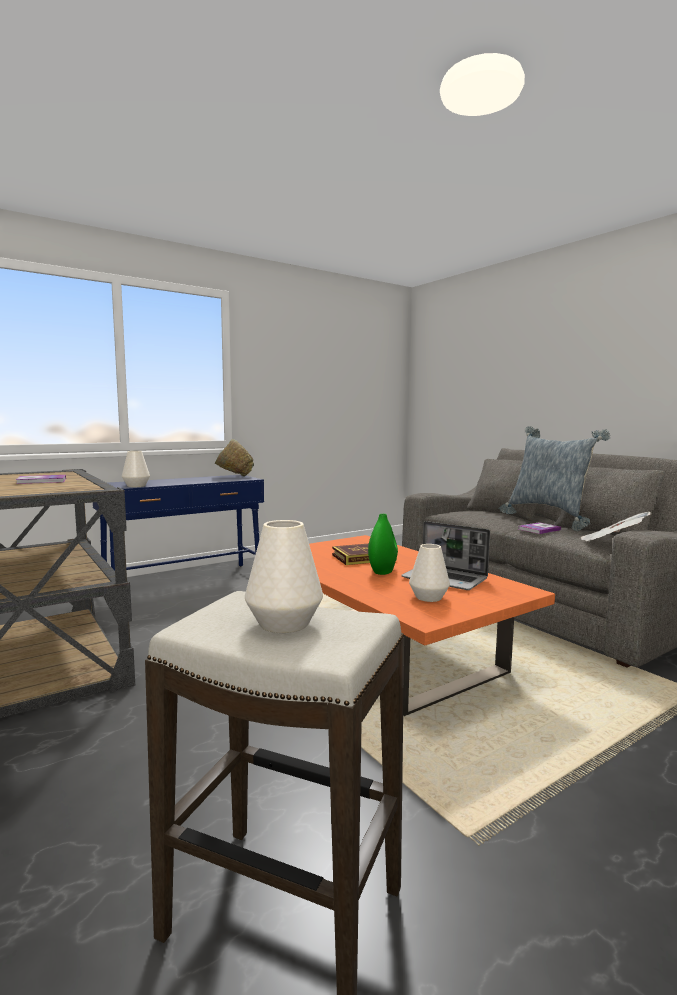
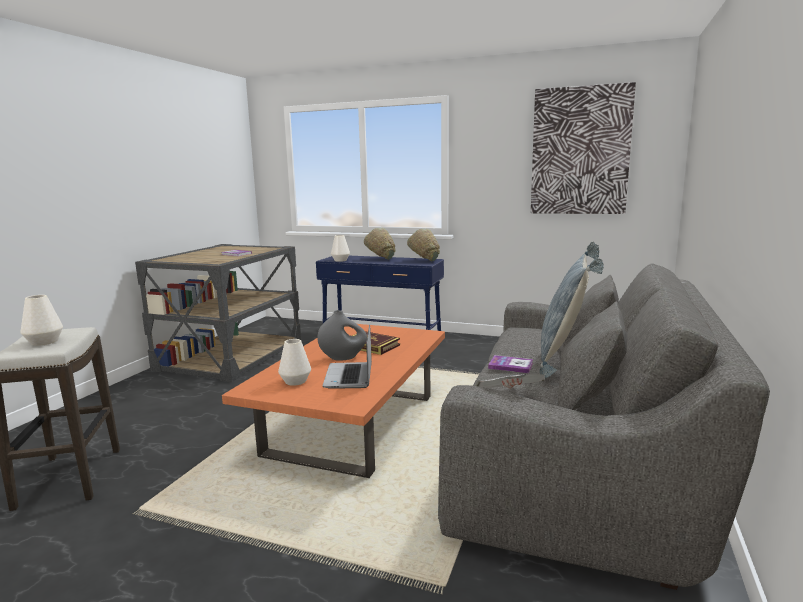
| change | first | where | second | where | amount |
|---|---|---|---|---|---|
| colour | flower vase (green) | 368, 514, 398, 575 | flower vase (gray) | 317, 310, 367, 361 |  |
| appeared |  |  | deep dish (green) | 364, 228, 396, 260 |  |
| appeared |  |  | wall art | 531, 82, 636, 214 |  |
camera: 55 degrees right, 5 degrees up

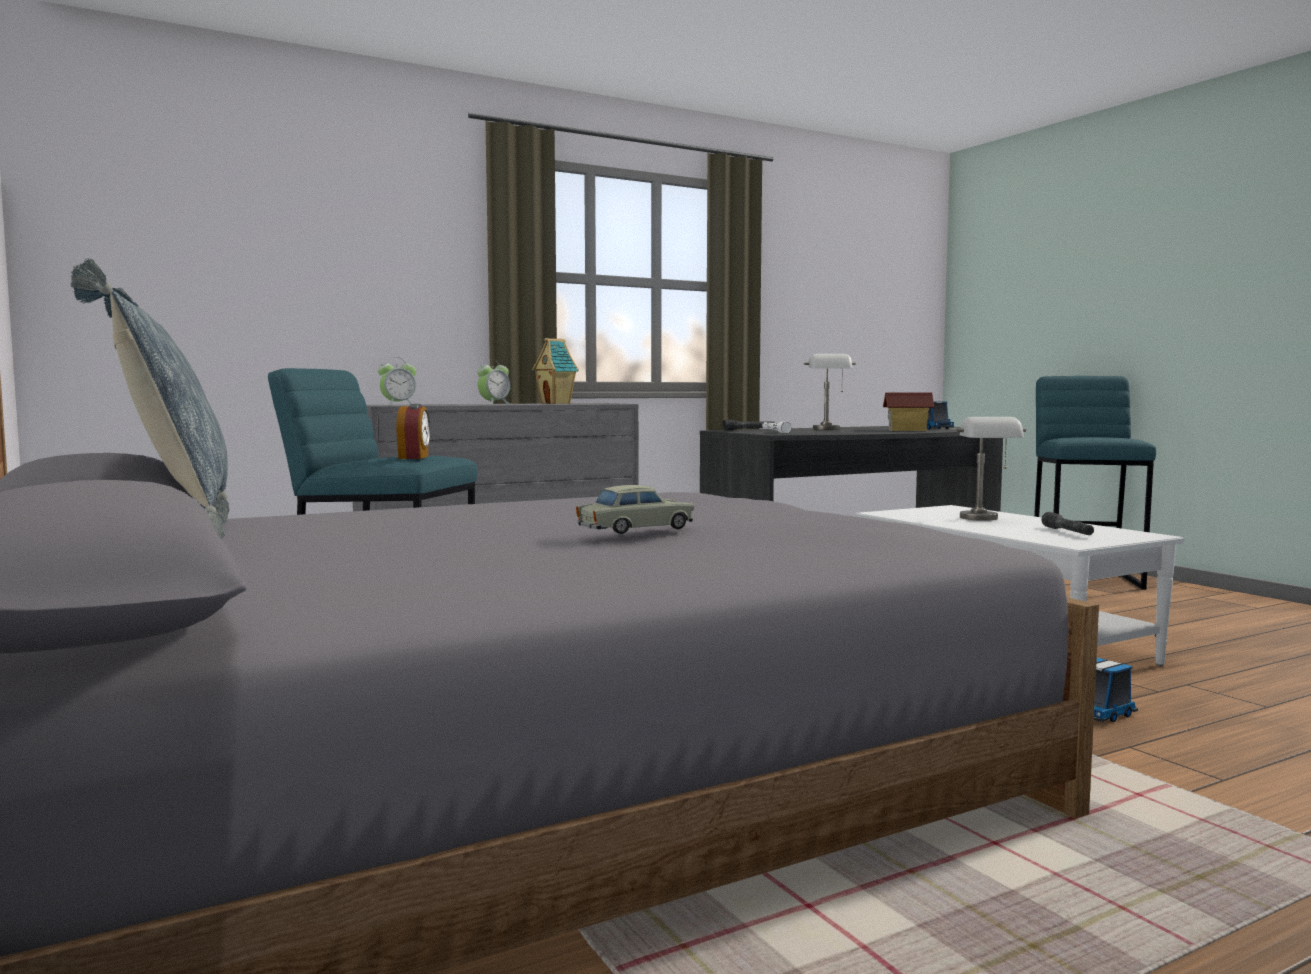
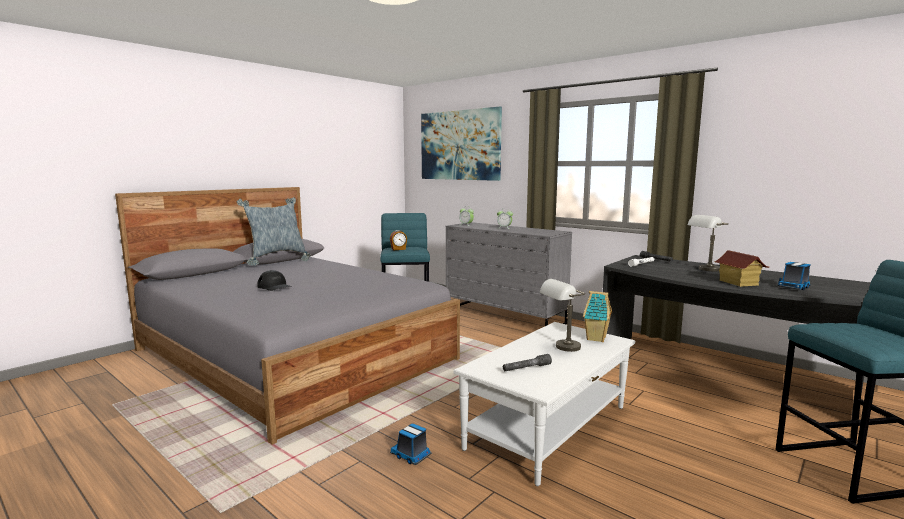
| change | first | where | second | where | amount |
|---|---|---|---|---|---|
| relocated | toy house | 532, 338, 579, 404 |  | 583, 291, 612, 342 |  |
| exchanged | model car (sand-coloured) | 576, 485, 694, 534 | baseball cap (black-coloured) | 257, 270, 292, 291 |  |
| appeared |  |  | wall art | 421, 107, 502, 181 |  |
camera: 70 degrees right, 5 degrees up

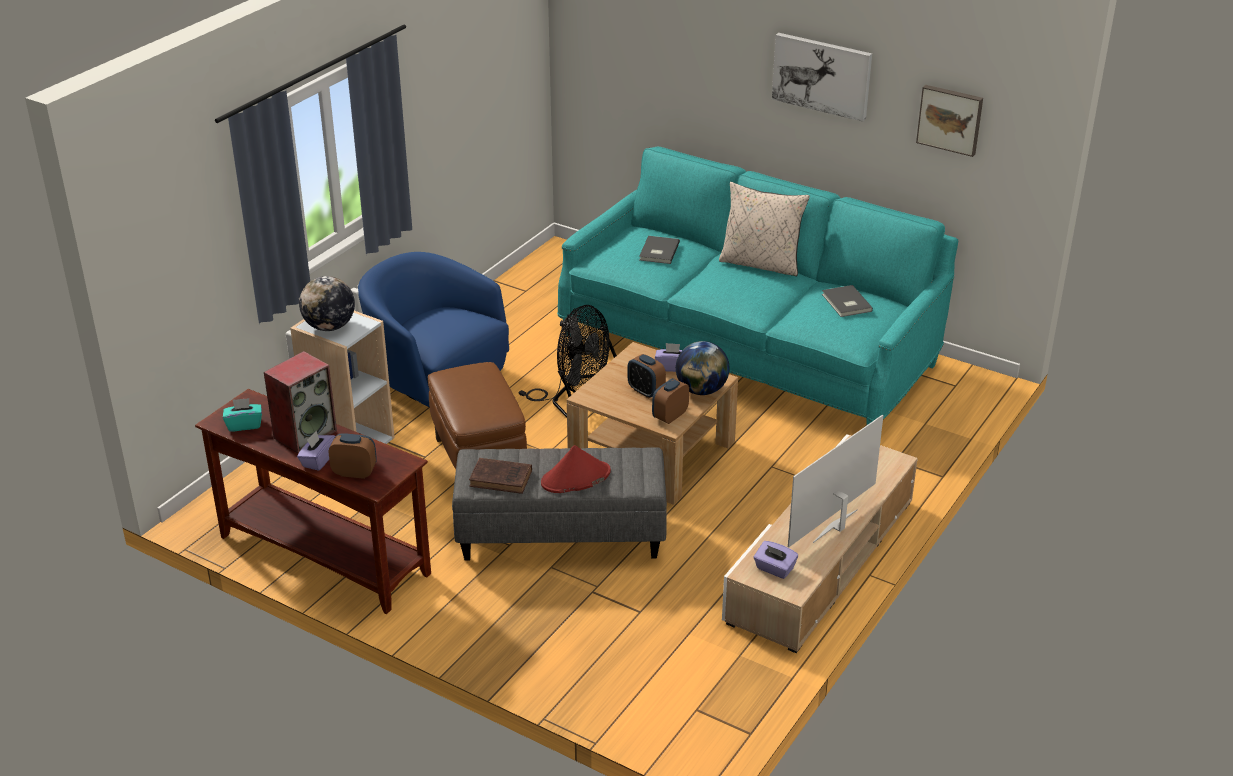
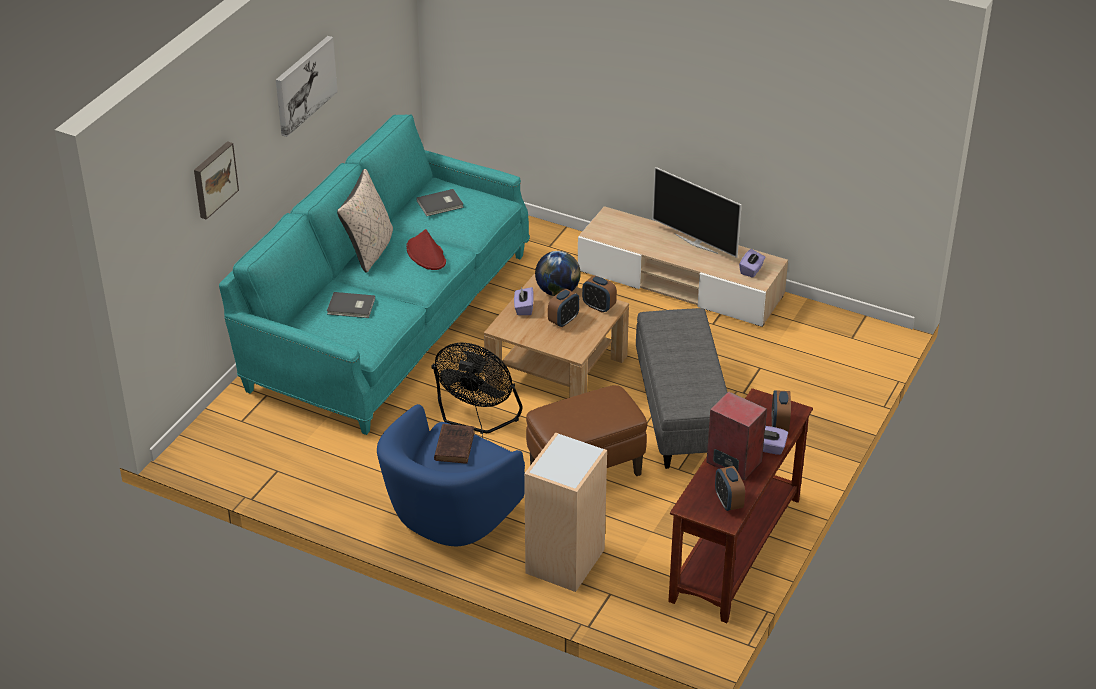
| change | first | where | second | where | amount |
|---|---|---|---|---|---|
| exchanged | tissue holder (blue-green) | 223, 398, 262, 432 | bedside clock | 715, 466, 745, 511 |  |
| missing | desk globe | 299, 276, 355, 331 |  |  |  |
| relocated | book (brown-coloured) | 469, 458, 532, 494 |  | 434, 424, 475, 464 |  |
| relocated | clothing hat (red) | 541, 445, 611, 493 |  | 406, 229, 446, 270 |  |
| relocated | wall art | 916, 85, 983, 157 |  | 194, 141, 239, 220 |  |
camera: 95 degrees left, 5 degrees up

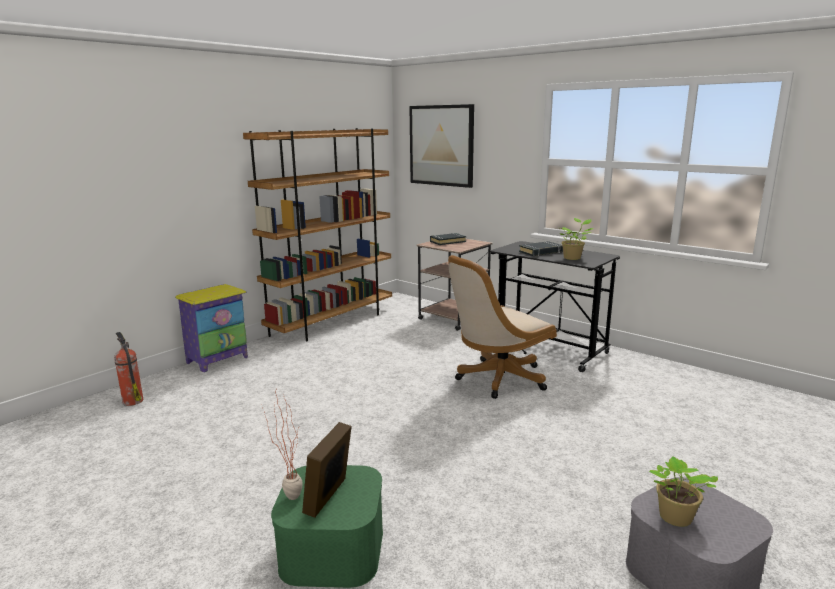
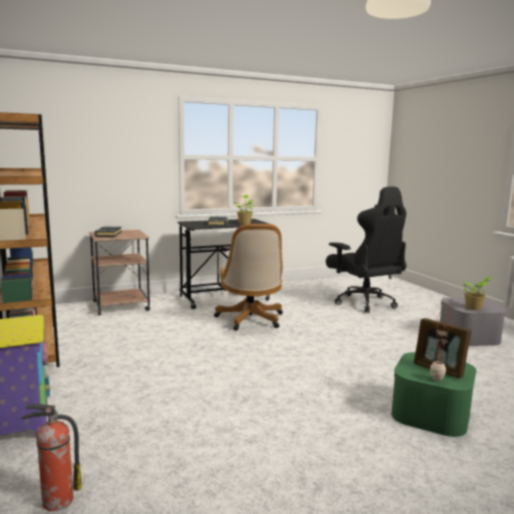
| change | first | where | second | where | amount |
|---|---|---|---|---|---|
| missing | wall art | 409, 104, 474, 188 |  |  |  |
| appeared |  |  | computer chair (black-coloured) | 326, 187, 406, 313 |  |
camera: 65 degrees left, 5 degrees down

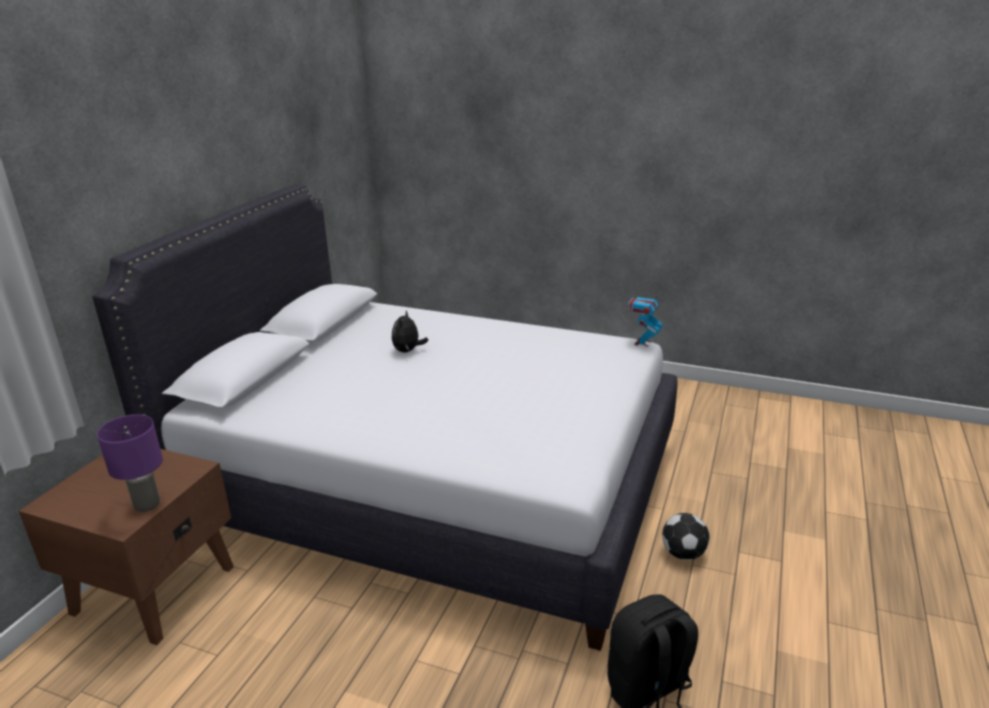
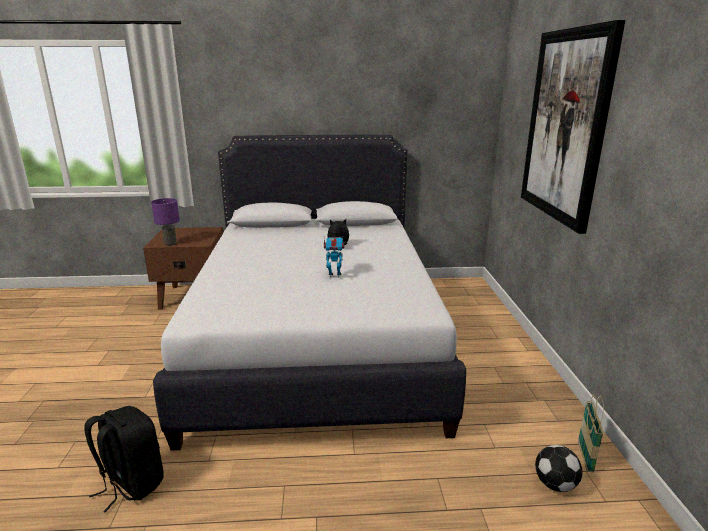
| change | first | where | second | where | amount |
|---|---|---|---|---|---|
| relocated | robot figure | 627, 293, 663, 346 |  | 324, 237, 344, 278 |  |
| relocated | football ball | 662, 513, 710, 560 |  | 535, 445, 583, 492 |  |
| appeared |  |  | wall art | 521, 20, 625, 234 |  |
| appeared |  |  | household basket | 578, 395, 604, 473 |  |
camera: 65 degrees right, 5 degrees down

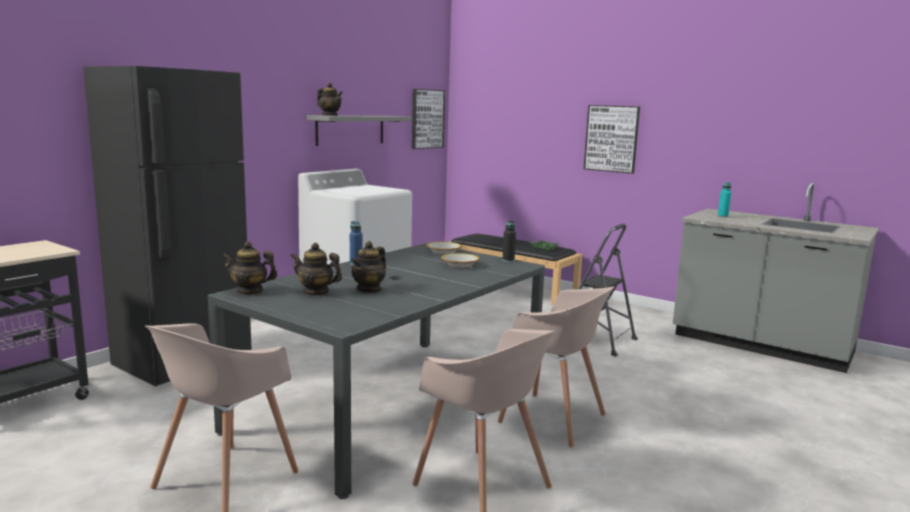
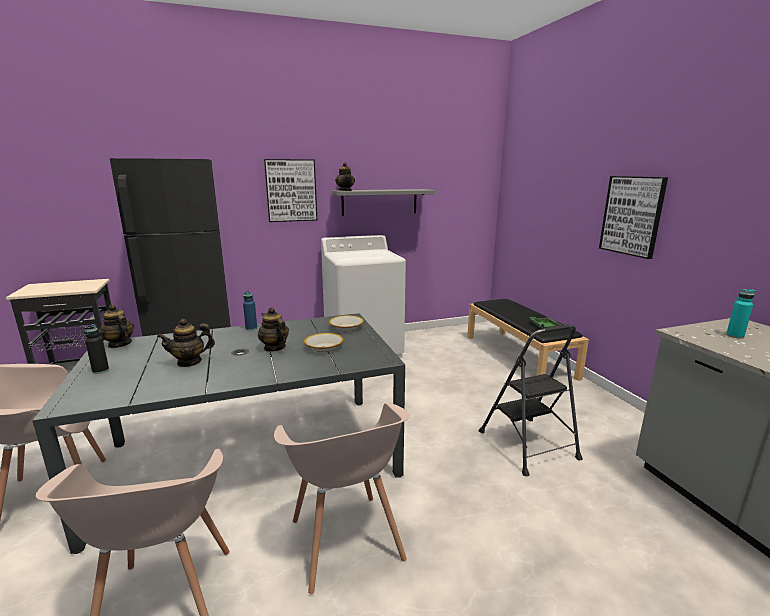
| change | first | where | second | where | amount |
|---|---|---|---|---|---|
| relocated | pot for tea | 291, 243, 342, 296 |  | 258, 307, 289, 352 |  |
| relocated | wall art | 412, 89, 445, 149 |  | 264, 159, 317, 222 |  |
| relocated | beverage bottle (black-coloured) | 502, 220, 516, 262 |  | 84, 325, 109, 374 |  |
camera: 35 degrees right, 5 degrees up

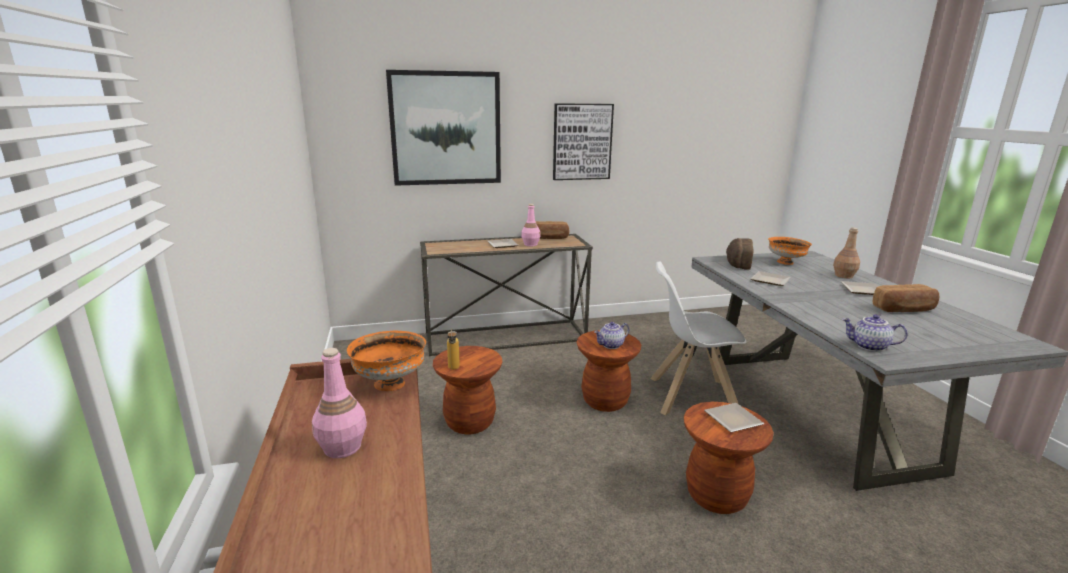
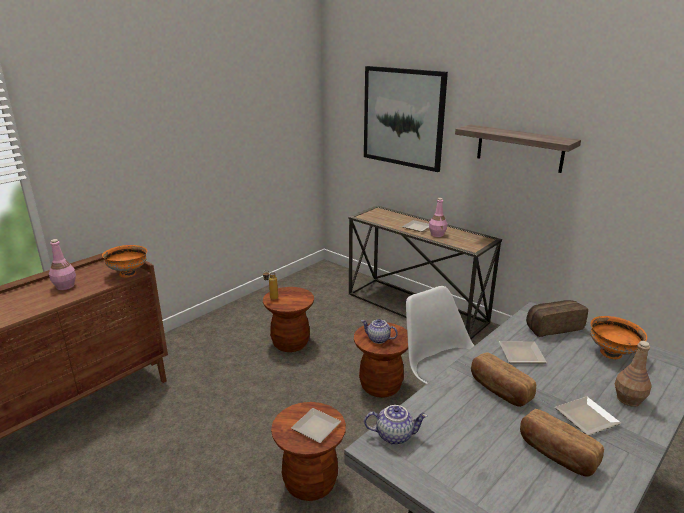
| change | first | where | second | where | amount |
|---|---|---|---|---|---|
| relocated | bakery bread | 536, 221, 569, 239 |  | 471, 352, 536, 407 |  |
| exchanged | wall art | 553, 103, 614, 180 | bracket shelf | 455, 125, 581, 173 |  |
| spun | pot for tea | 842, 314, 908, 352 |  | 364, 405, 428, 445 | 105 degrees clockwise |
camera: 55 degrees right, 5 degrees up

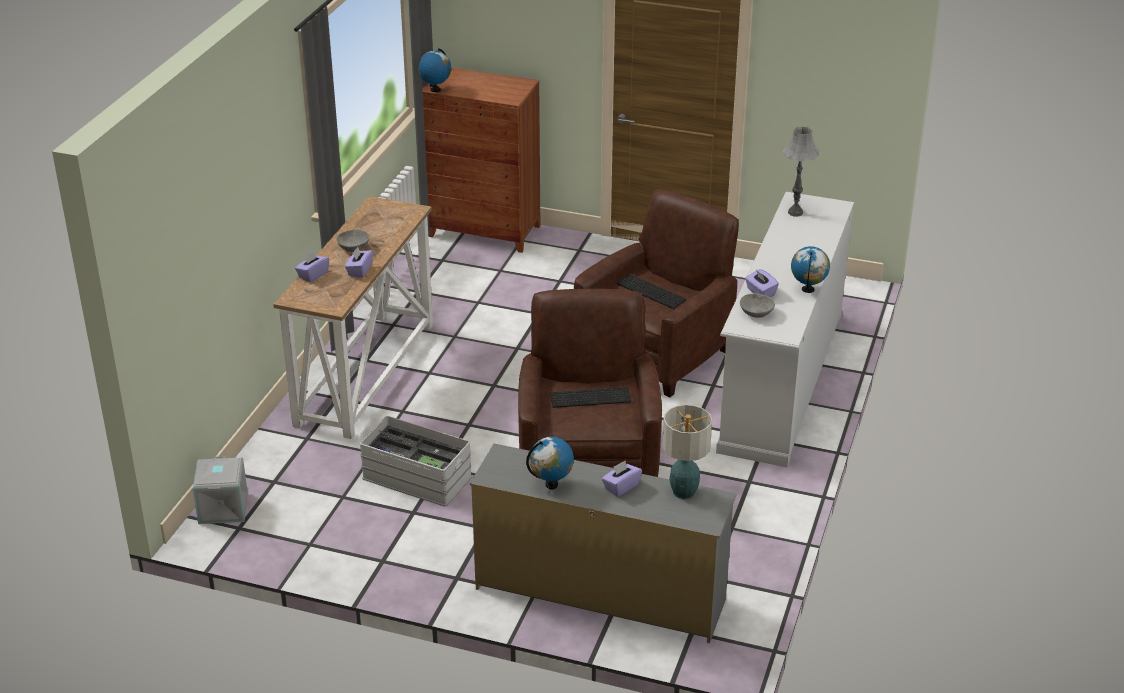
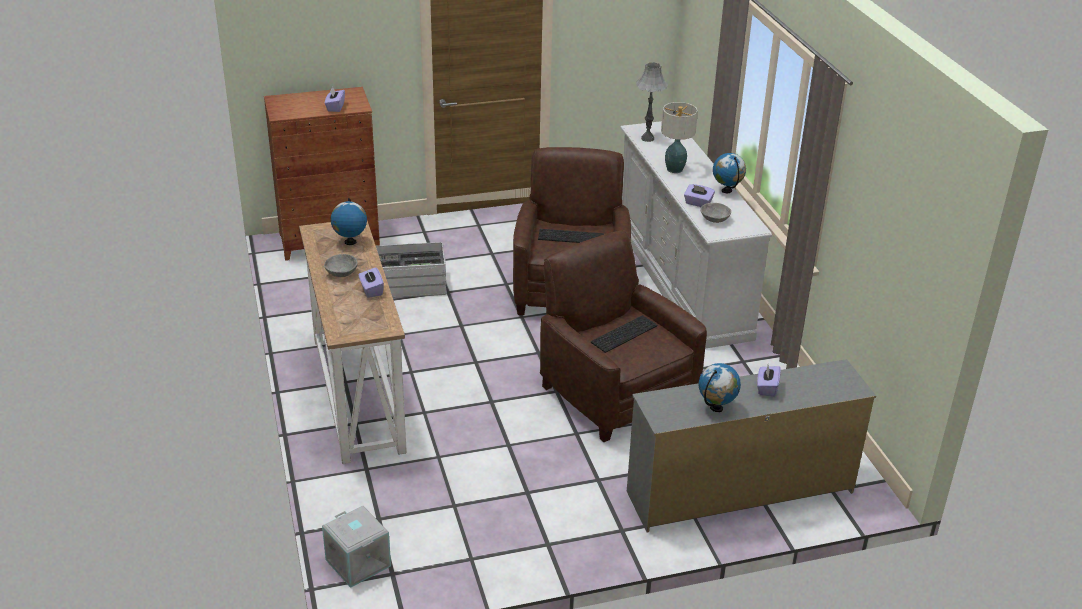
| change | first | where | second | where | amount |
|---|---|---|---|---|---|
| relocated | tissue holder (purple-coloured) | 295, 251, 329, 282 |  | 325, 87, 345, 112 |  |
| relocated | storage box (gray) | 360, 416, 472, 506 |  | 376, 242, 447, 298 |  |
| relocated | desk globe | 419, 48, 451, 92 |  | 330, 198, 367, 245 |  |
| relocated | lamp for a table | 662, 404, 712, 499 |  | 661, 102, 698, 173 |  |
camera: 35 degrees left, 0 degrees up

